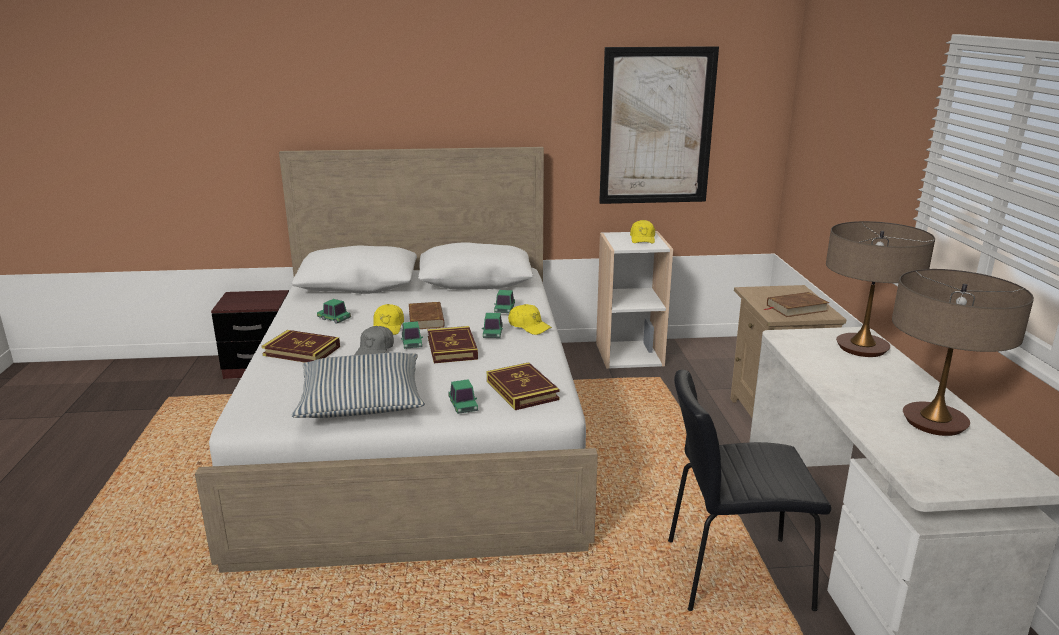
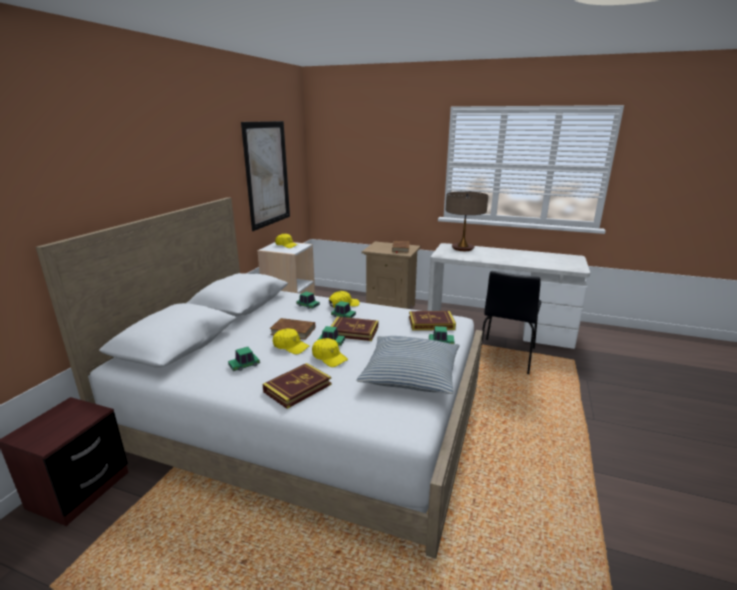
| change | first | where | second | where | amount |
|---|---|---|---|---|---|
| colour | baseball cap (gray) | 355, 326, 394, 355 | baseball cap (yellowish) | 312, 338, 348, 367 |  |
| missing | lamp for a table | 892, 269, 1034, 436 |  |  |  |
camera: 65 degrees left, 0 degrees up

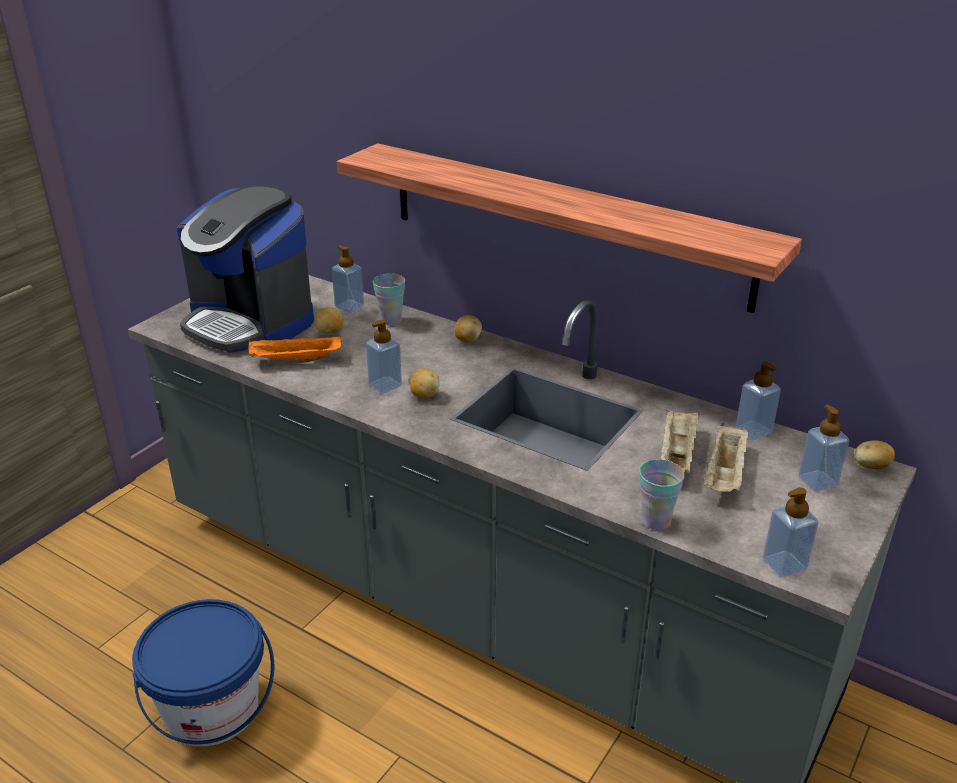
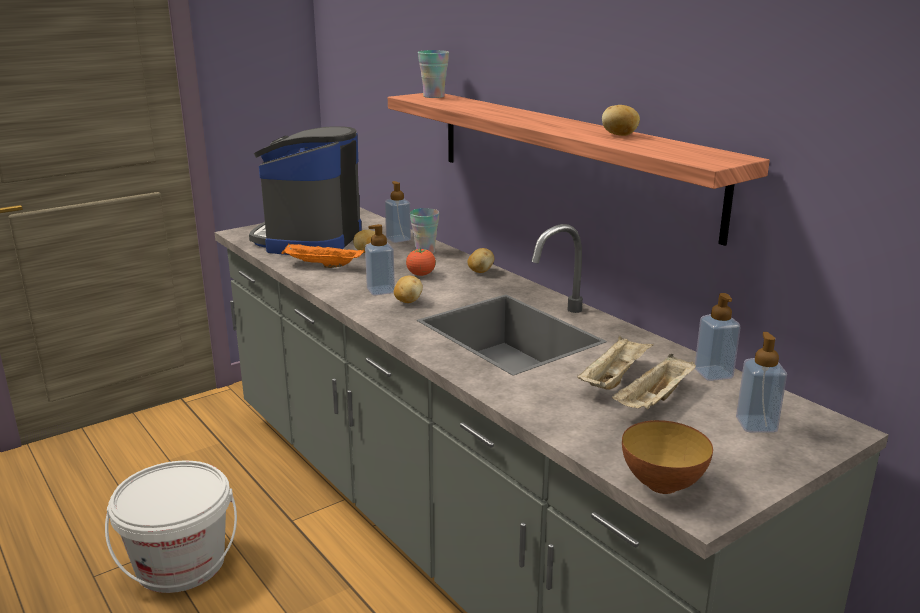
| change | first | where | second | where | amount |
|---|---|---|---|---|---|
| colour | bucket (blue-coloured) | 132, 599, 274, 747 | bucket (white) | 105, 460, 237, 593 |  |
| spun | coffee maker | 177, 185, 314, 353 |  | 249, 126, 362, 255 | 45 degrees clockwise |
| relocated | cup | 639, 459, 685, 530 |  | 418, 50, 449, 98 |  |
| exchanged | liquid soap bottle | 763, 487, 818, 577 | deep dish | 622, 420, 713, 494 |  |
| relocated | potato | 855, 440, 895, 469 |  | 602, 105, 640, 136 |  |
| appeared |  |  | tomato | 406, 247, 436, 276 |  |
camera: 20 degrees right, 10 degrees down

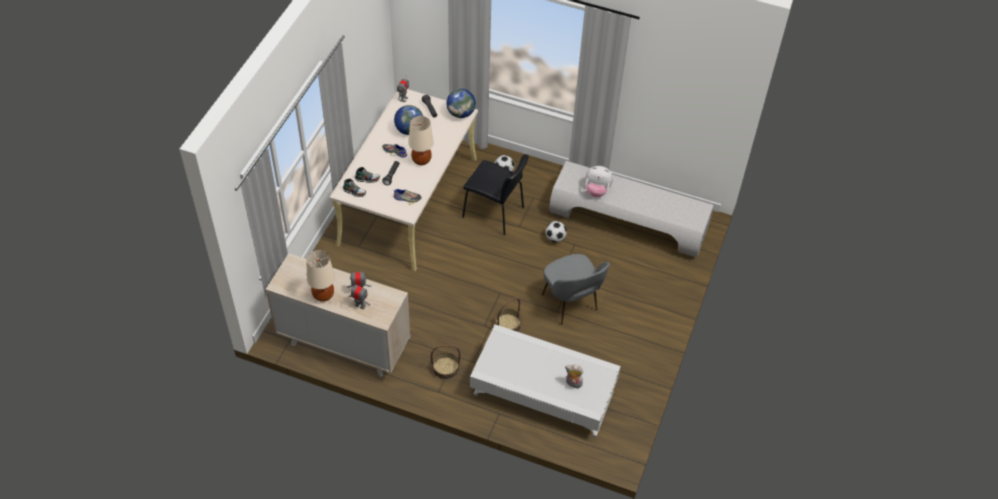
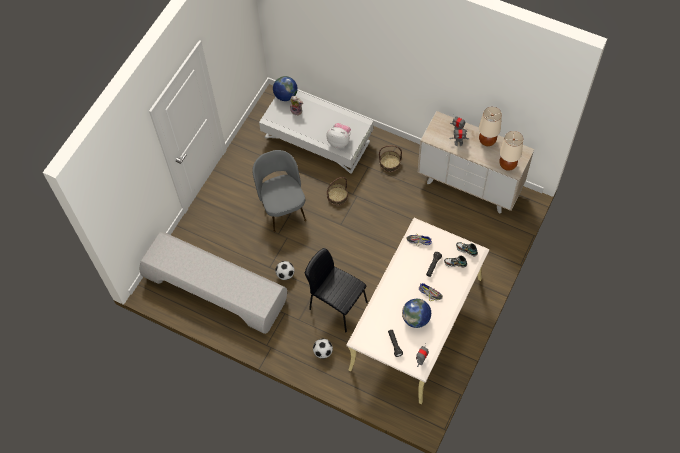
| change | first | where | second | where | amount |
|---|---|---|---|---|---|
| relocated | lamp for a table (sand-coloured) | 409, 116, 433, 165 |  | 499, 131, 523, 171 |  |
| relocated | desk globe | 446, 89, 476, 118 |  | 273, 76, 298, 101 |  |
| relocated | plush toy | 586, 166, 613, 197 |  | 326, 123, 351, 148 |  |
camera: 170 degrees left, 10 degrees up

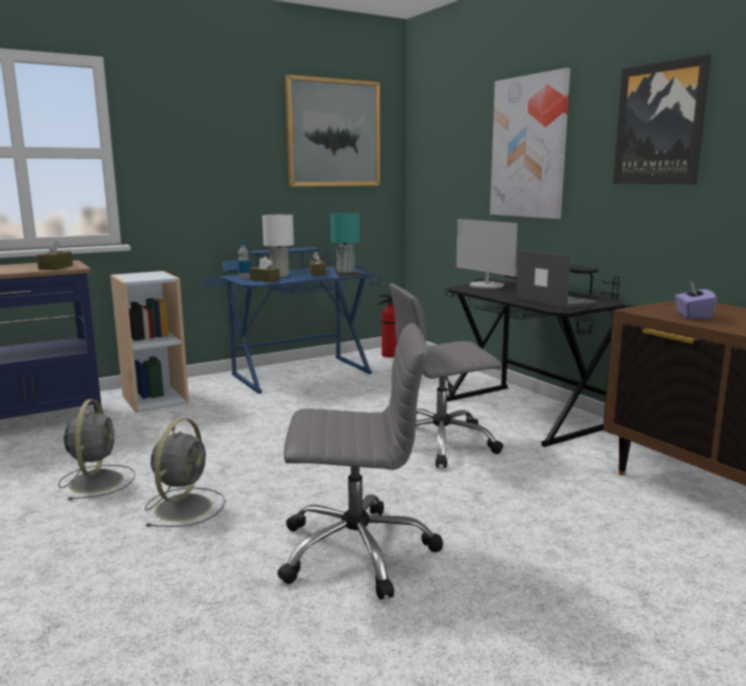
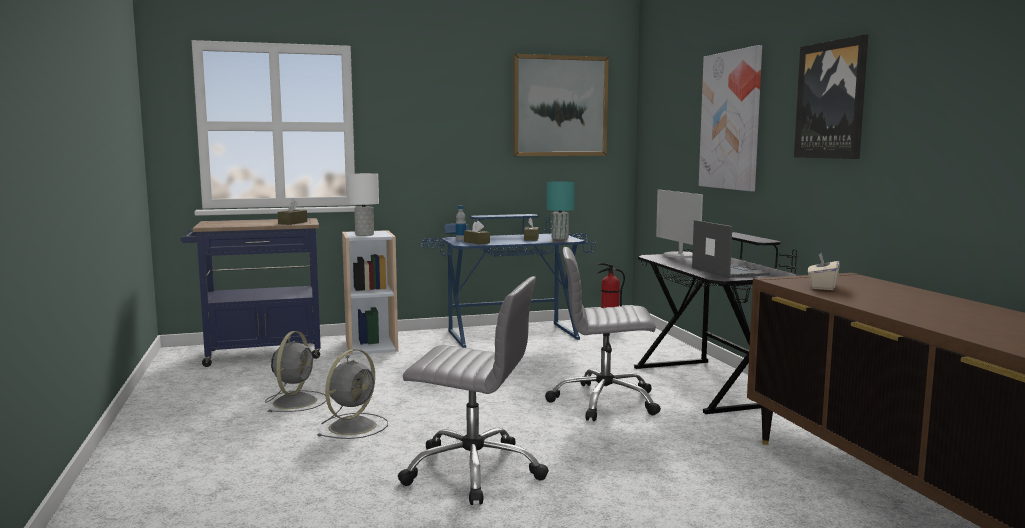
| change | first | where | second | where | amount |
|---|---|---|---|---|---|
| relocated | lamp for a table (white) | 262, 214, 294, 277 |  | 347, 173, 379, 236 |  |
| colour | tissue holder (purple-coloured) | 675, 281, 717, 320 | tissue holder (sand-coloured) | 808, 253, 840, 290 |  |
camera: 15 degrees right, 5 degrees down

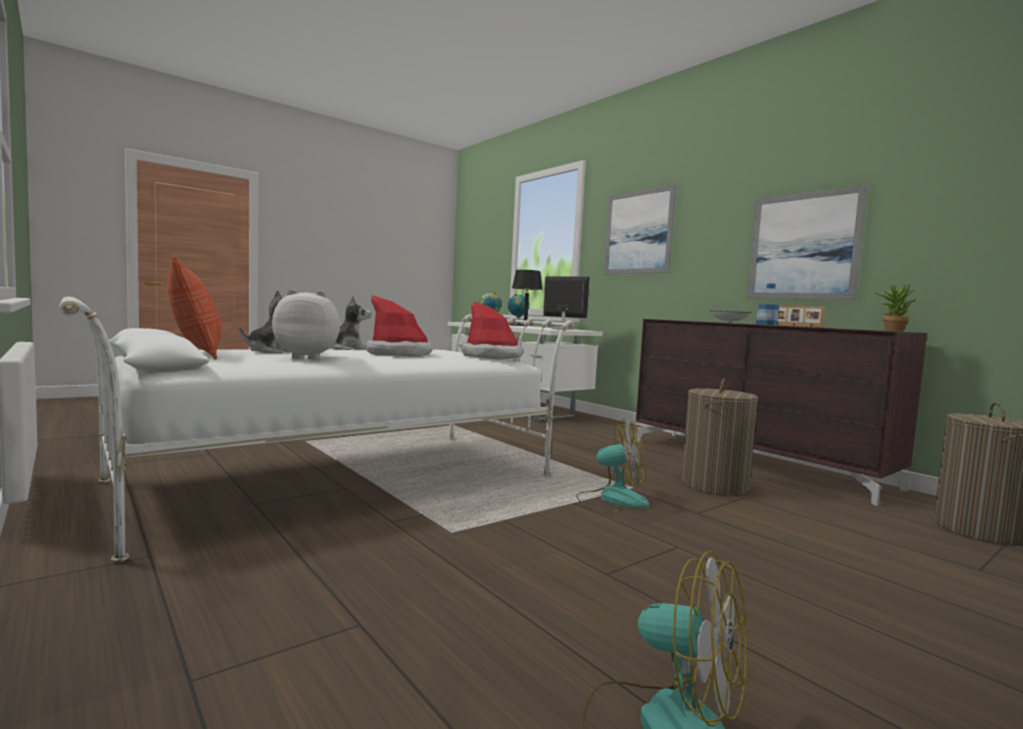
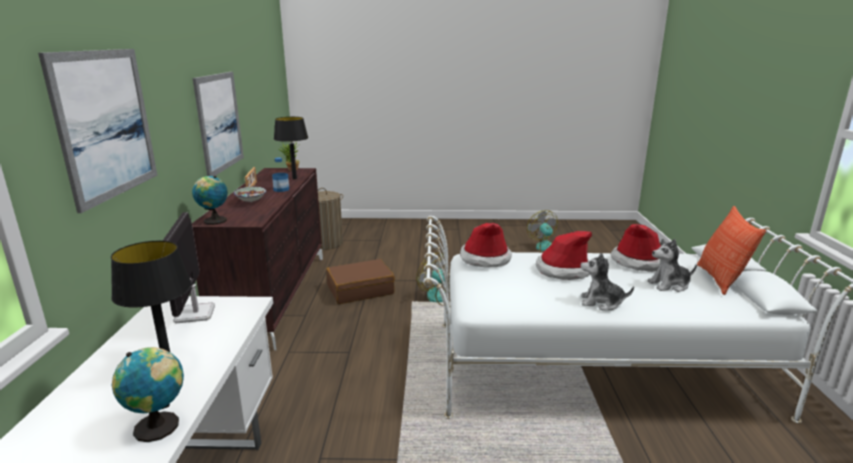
| change | first | where | second | where | amount |
|---|---|---|---|---|---|
| exchanged | plush toy | 272, 289, 341, 360 | clothing hat | 611, 224, 661, 272 |  |
| relocated | desk globe | 508, 294, 529, 326 |  | 192, 176, 228, 225 |  |
| exchanged | laundry basket | 682, 378, 758, 496 | suitcase (brown-coloured) | 326, 259, 395, 304 |  |
| appeared |  |  | lamp for a table (black-coloured) | 274, 117, 308, 179 |  |
camera: 140 degrees left, 15 degrees up

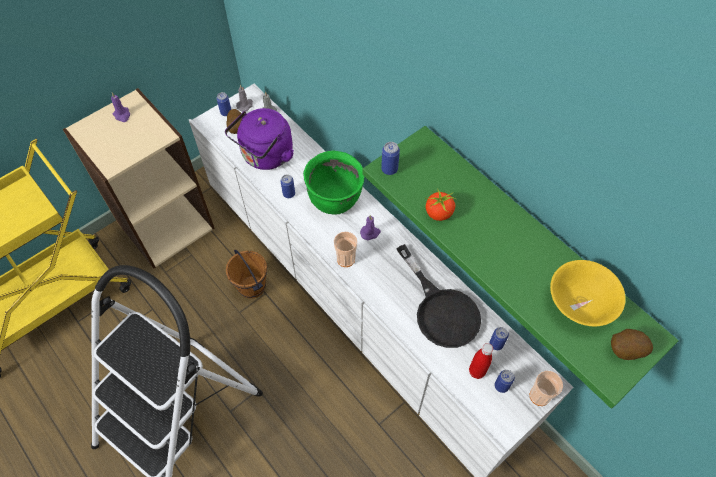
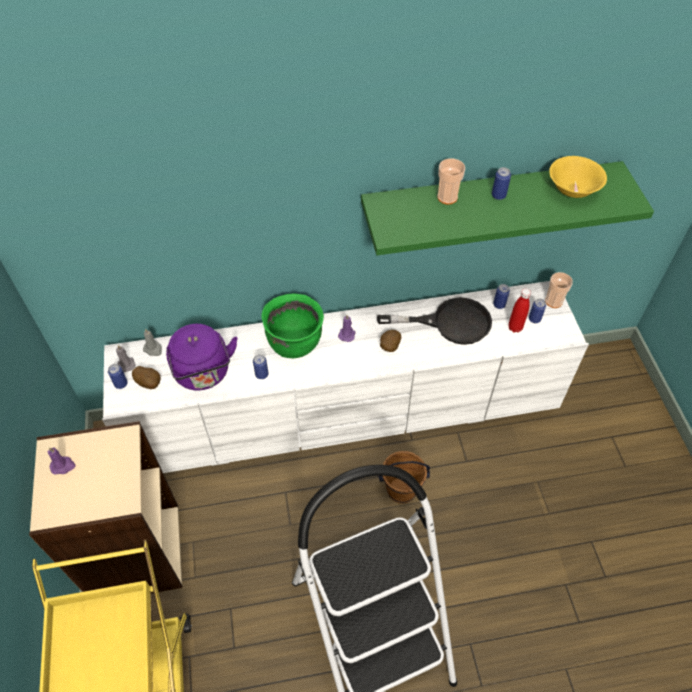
| change | first | where | second | where | amount |
|---|---|---|---|---|---|
| relocated | bucket (brown-coloured) | 226, 249, 267, 299 |  | 378, 451, 430, 504 |  |
| relocated | cup | 334, 232, 357, 267 |  | 437, 158, 465, 204 |  |
| relocated | sealed can | 381, 142, 400, 175 |  | 492, 167, 511, 200 |  |
| missing | tomato | 425, 188, 457, 221 |  |  |  |
| relocated | potato | 611, 329, 653, 360 |  | 380, 330, 401, 352 |  |
camera: 60 degrees left, 5 degrees down

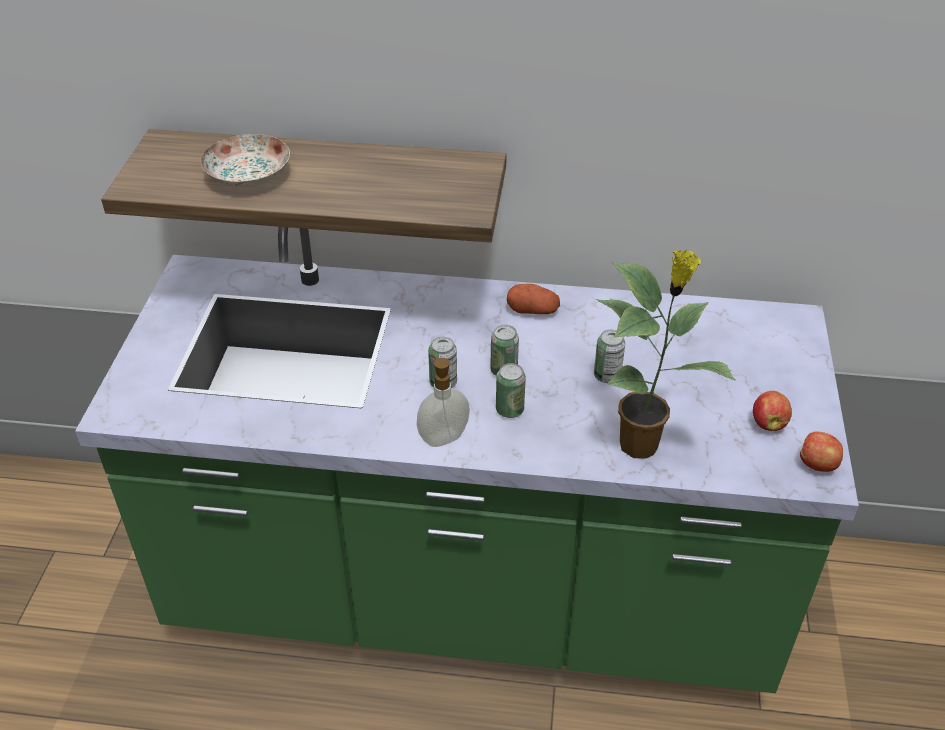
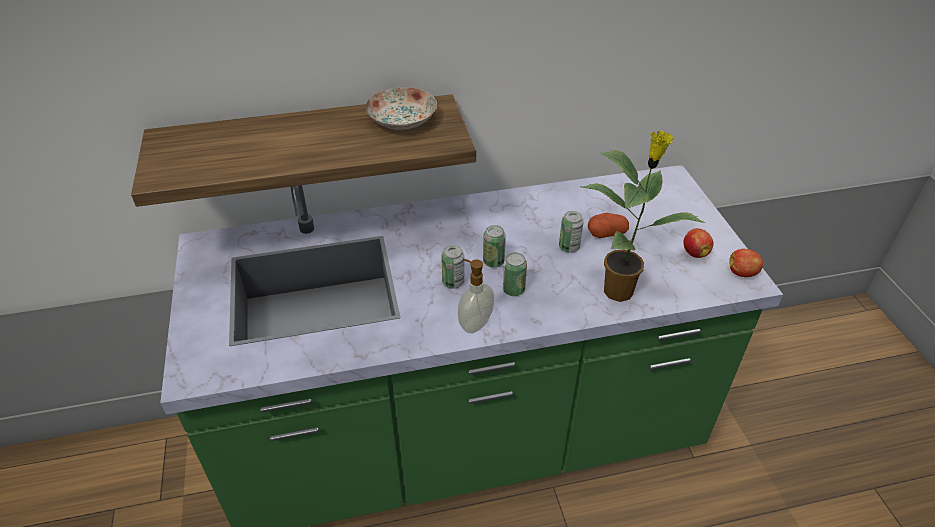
| change | first | where | second | where | amount |
|---|---|---|---|---|---|
| relocated | flat dish | 201, 134, 290, 187 |  | 366, 87, 437, 130 |  |
| relocated | potato | 507, 284, 560, 314 |  | 588, 213, 629, 238 |  |
camera: 20 degrees left, 0 degrees up

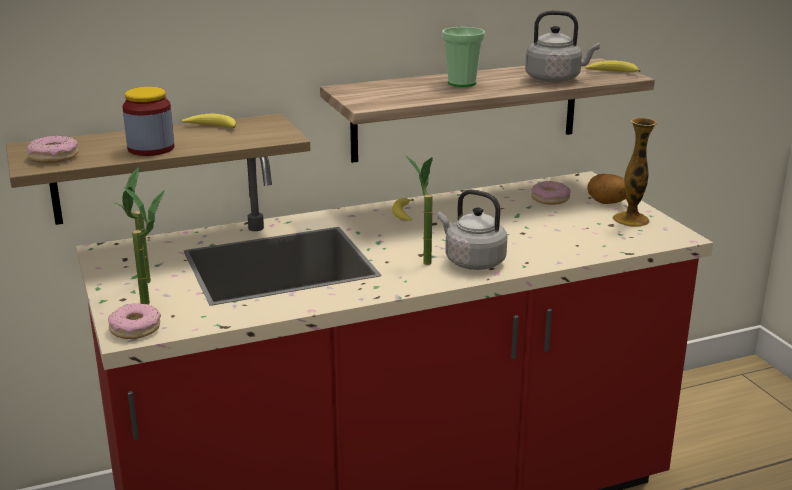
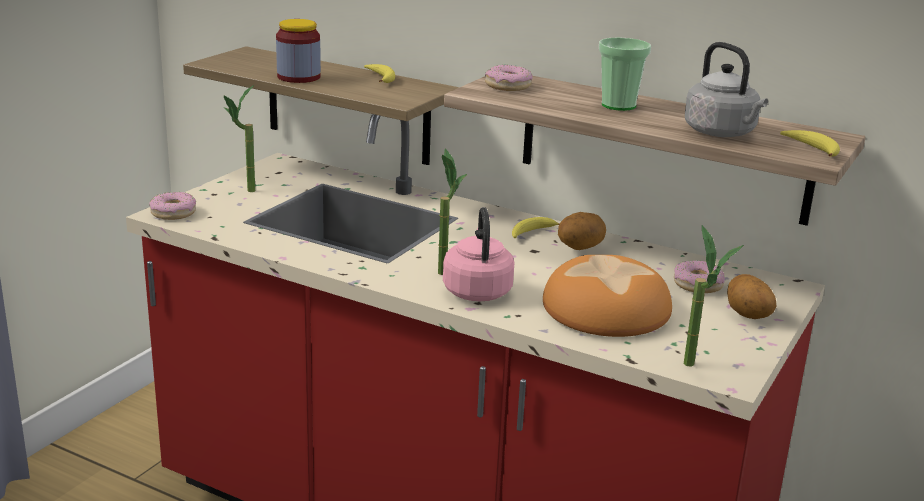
| change | first | where | second | where | amount |
|---|---|---|---|---|---|
| relocated | doughnut | 27, 136, 79, 163 |  | 485, 65, 533, 91 |  |
| relocated | plant in a pot | 124, 187, 165, 304 |  | 684, 225, 744, 367 |  |
| colour | water kettle (gray) | 438, 189, 507, 270 | water kettle (pink-coloured) | 443, 207, 515, 301 |  |
| missing | flower vase | 613, 118, 657, 227 |  |  |  |
| appeared |  |  | bakery bread | 543, 255, 672, 337 |  |
| appeared |  |  | potato | 558, 212, 606, 250 |  |
camera: 50 degrees right, 0 degrees up

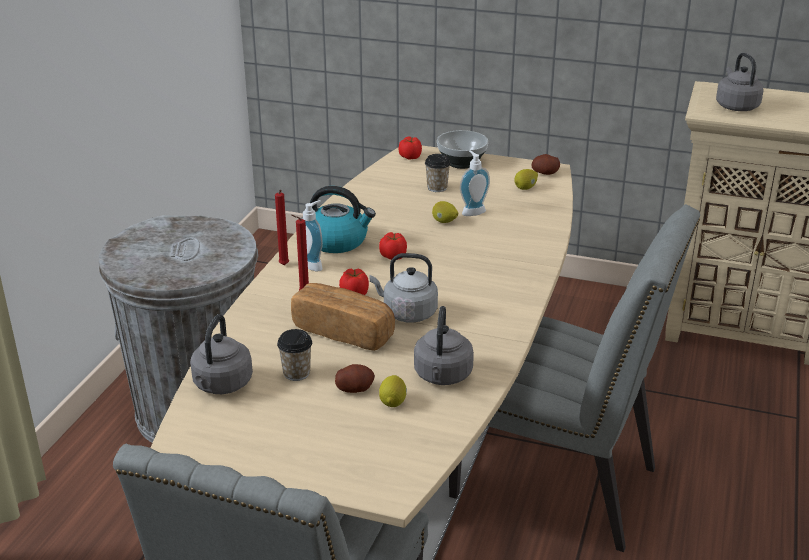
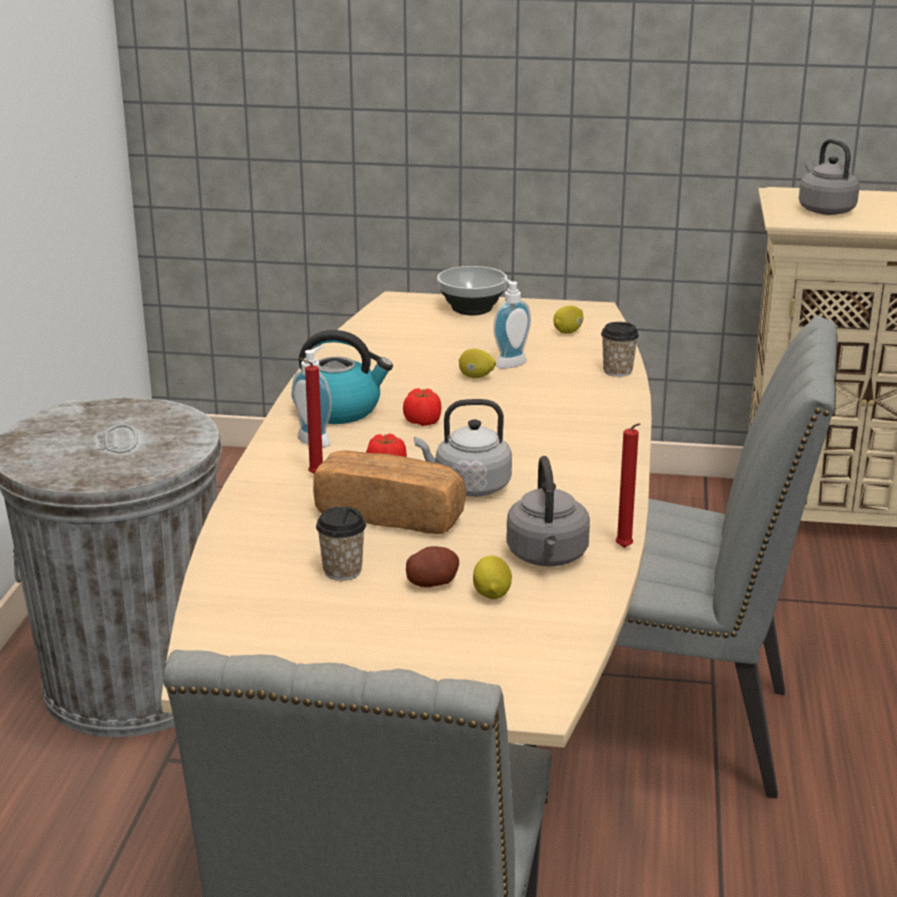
| change | first | where | second | where | amount |
|---|---|---|---|---|---|
| missing | water kettle (gray) | 190, 314, 253, 394 |  |  |  |
| relocated | candle (red) | 275, 190, 289, 265 |  | 616, 423, 640, 548 |  |
| missing | tomato | 399, 137, 422, 159 |  |  |  |
| relocated | cup | 425, 154, 451, 192 |  | 601, 322, 639, 377 |  |
| missing | potato | 531, 154, 560, 175 |  |  |  |
camera: 10 degrees left, 5 degrees down

